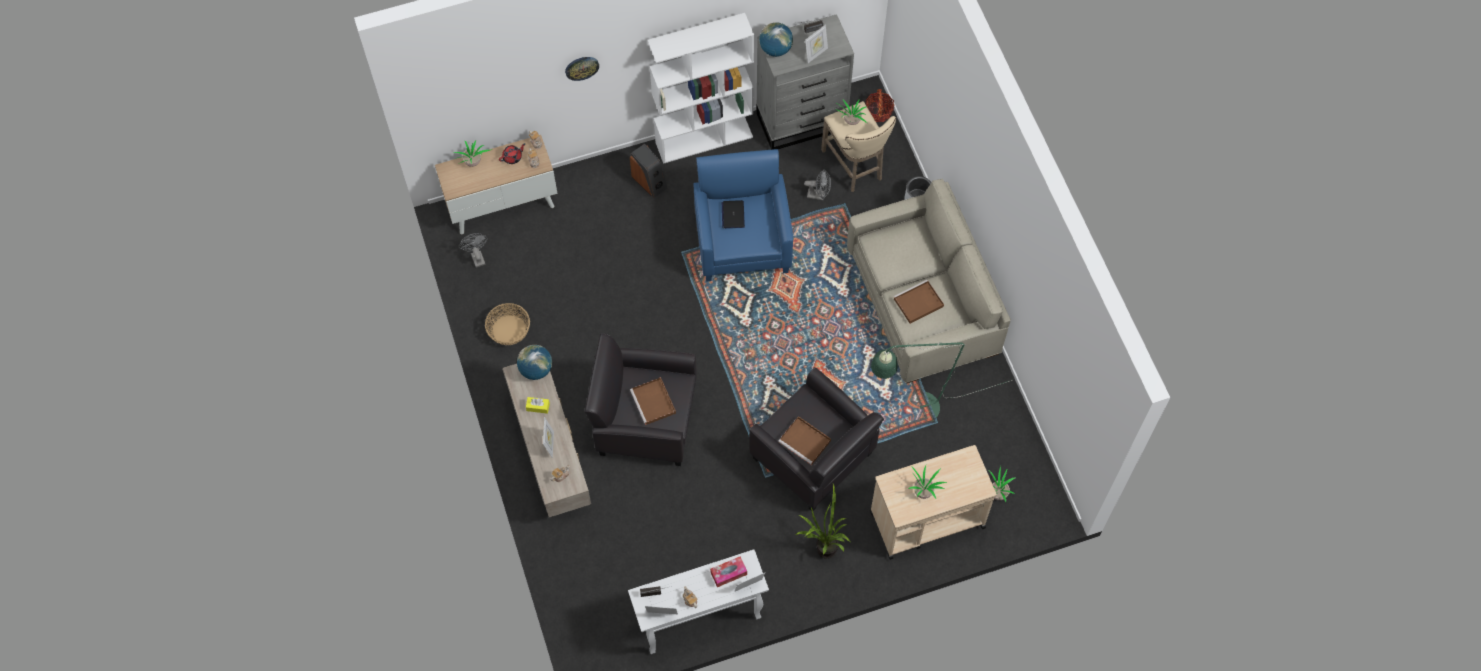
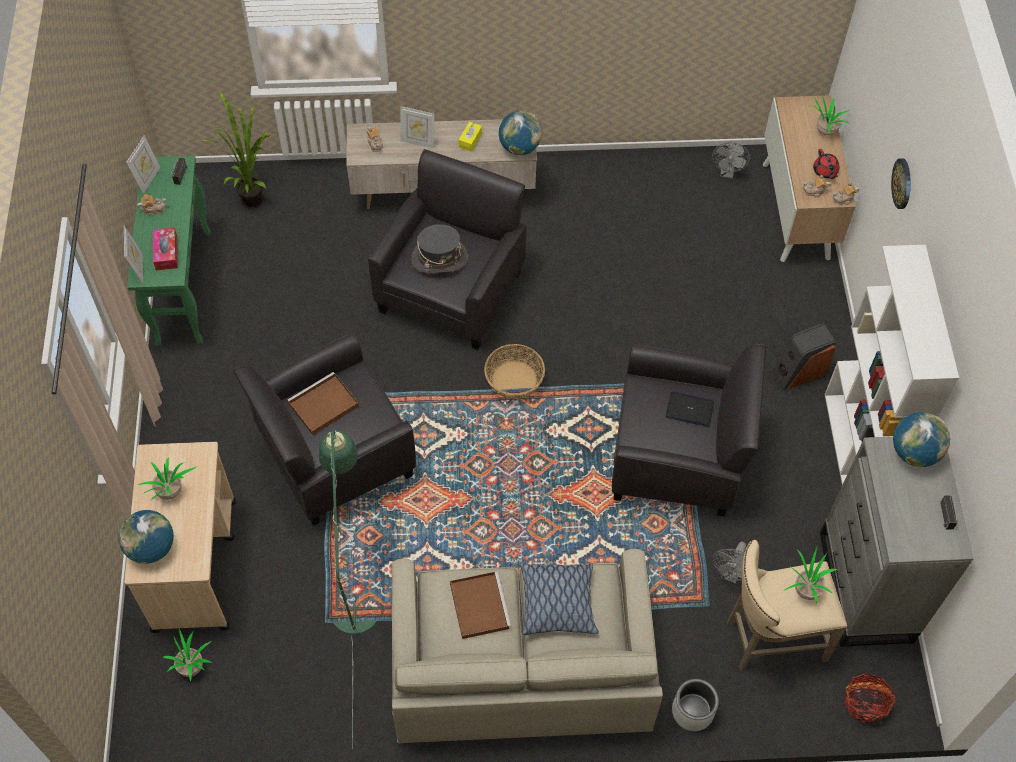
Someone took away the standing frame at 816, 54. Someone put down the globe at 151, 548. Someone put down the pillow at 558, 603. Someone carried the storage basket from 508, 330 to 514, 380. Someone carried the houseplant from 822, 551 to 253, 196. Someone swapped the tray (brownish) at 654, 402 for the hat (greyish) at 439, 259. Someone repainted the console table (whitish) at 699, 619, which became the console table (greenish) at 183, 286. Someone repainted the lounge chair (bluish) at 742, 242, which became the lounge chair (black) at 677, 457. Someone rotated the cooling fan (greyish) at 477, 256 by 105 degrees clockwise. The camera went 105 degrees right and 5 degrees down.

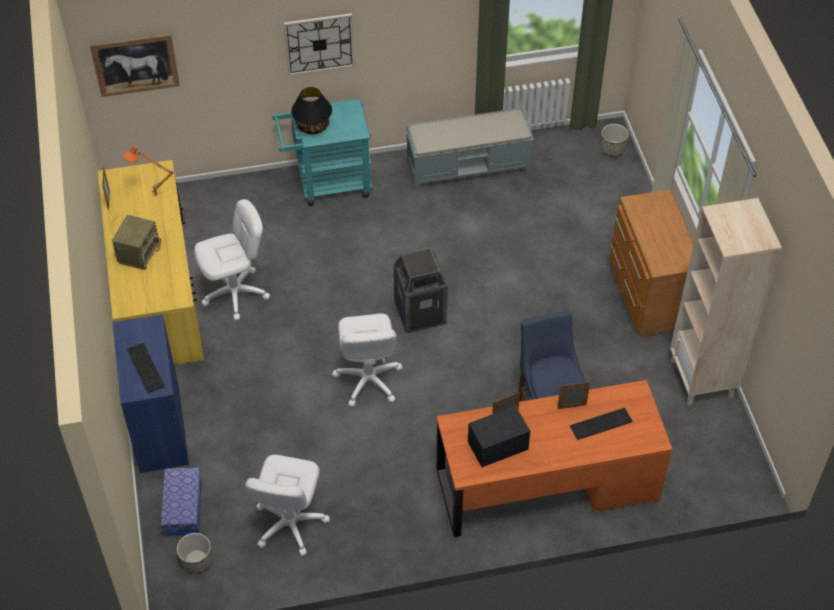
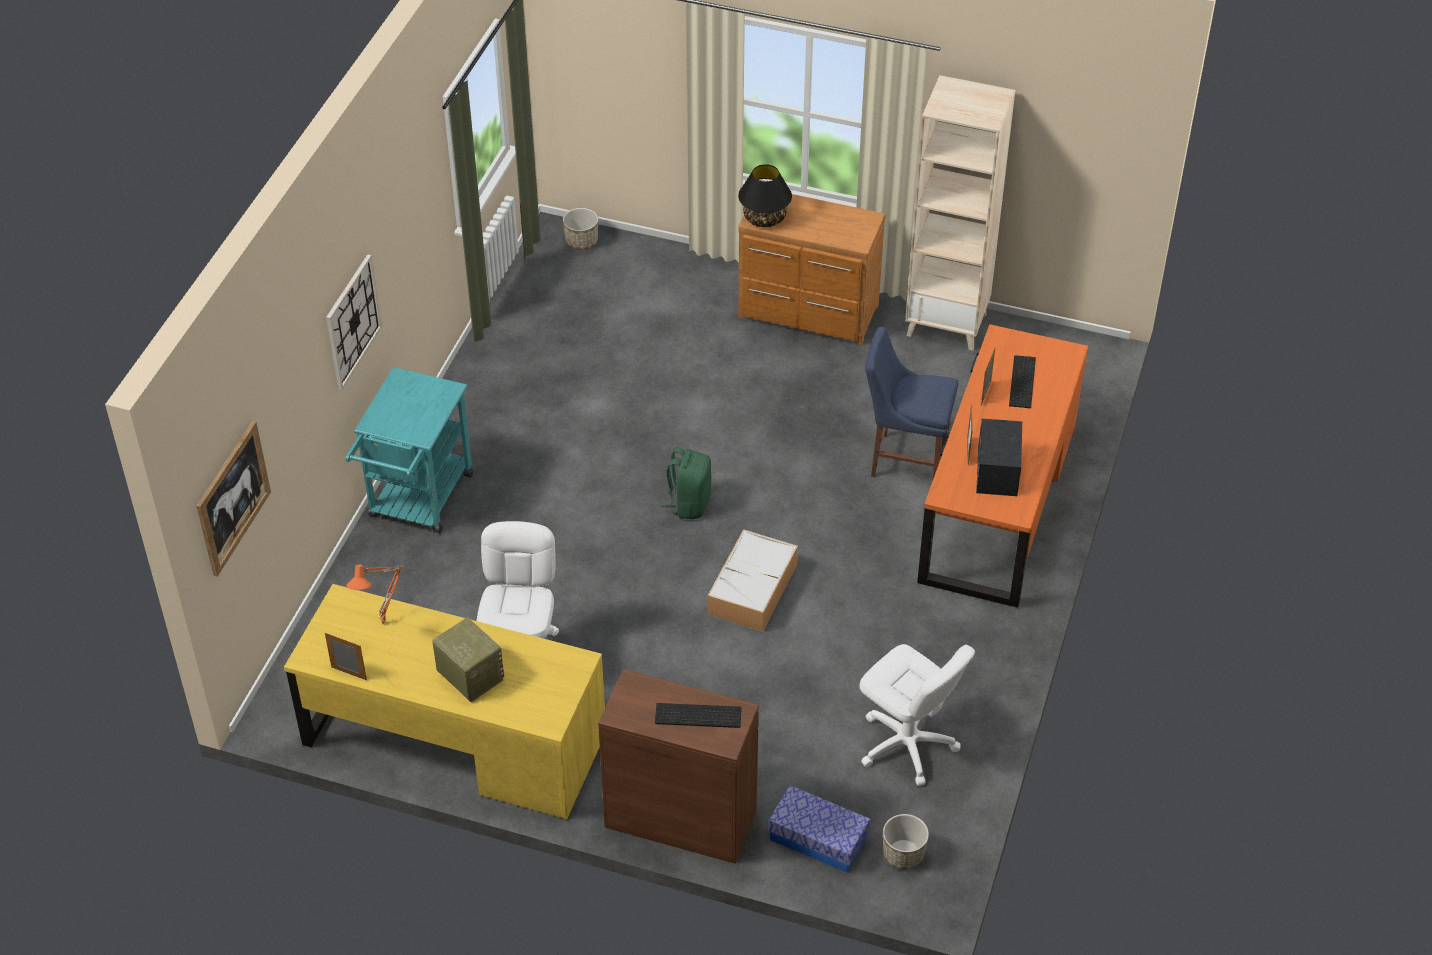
Someone took away the bench (greyish) at 469, 166. Someone carried the tabletop lamp (black) from 313, 126 to 764, 218. Someone swapped the desk chair (whitish) at 368, 380 for the storage container at 752, 590. Someone swapped the rubbish bin at 420, 313 for the knapsack (greenish) at 689, 503. Someone repainted the storage cabinet (bluish) at 159, 428, which became the storage cabinet (brownish) at 680, 818. The camera went 60 degrees left and 5 degrees down.

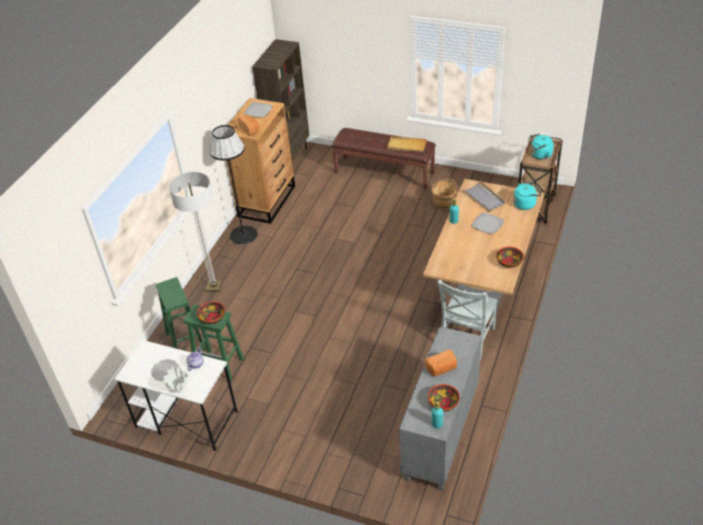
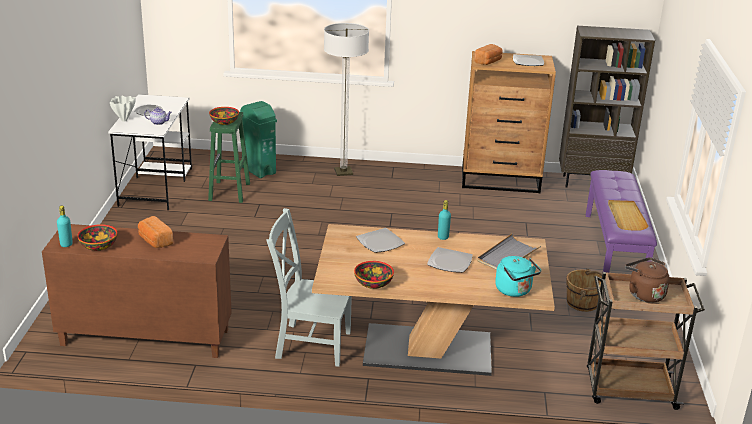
Someone took away the standing lamp (black) at 243, 235. Someone put down the dinner plate at 380, 242. Someone swapped the sitting stool (greenish) at 185, 341 for the rubbish bin (greenish) at 259, 170. Someone repainted the bench (brownish) at 384, 172, which became the bench (purplish) at 614, 250. Someone repainted the storage cabinet (greyish) at 441, 435, which became the storage cabinet (brownish) at 144, 338. Someone repainted the water kettle (turquoise-coloured) at 539, 155, which became the water kettle (brownish) at 644, 294. The camera went 70 degrees right and 15 degrees down.

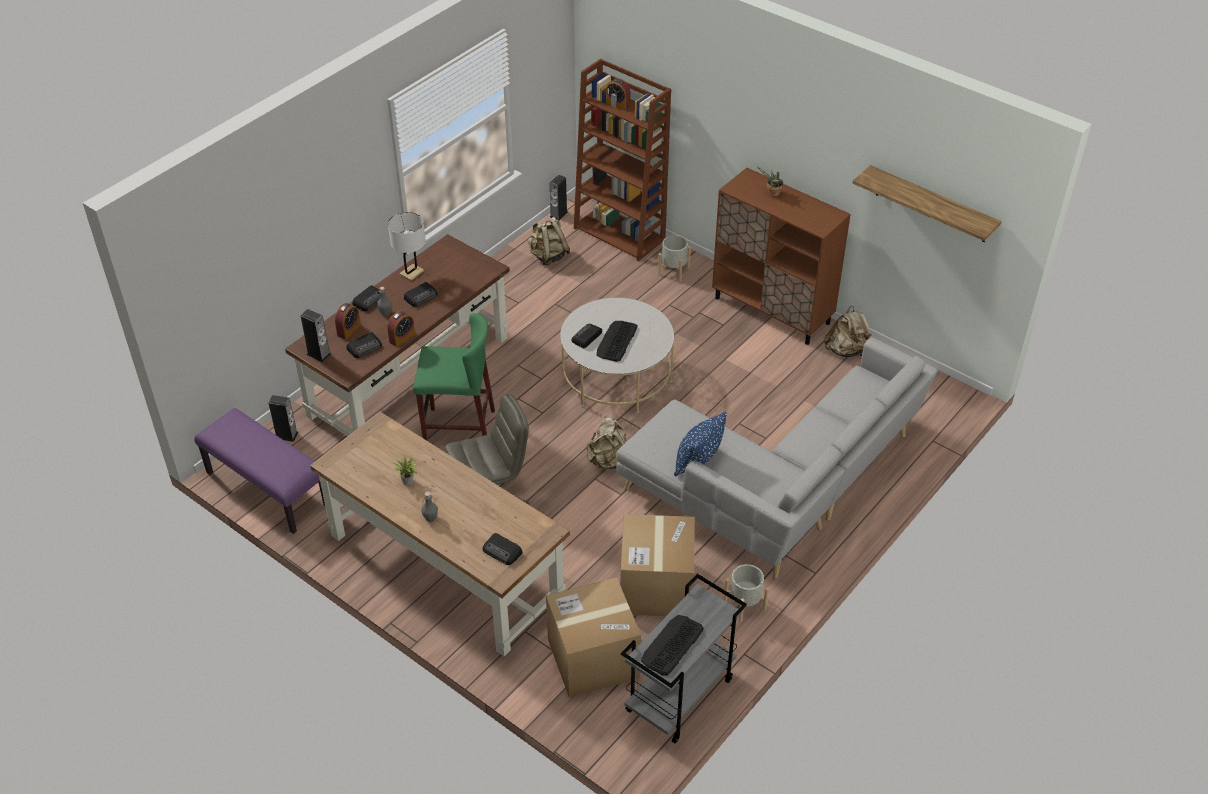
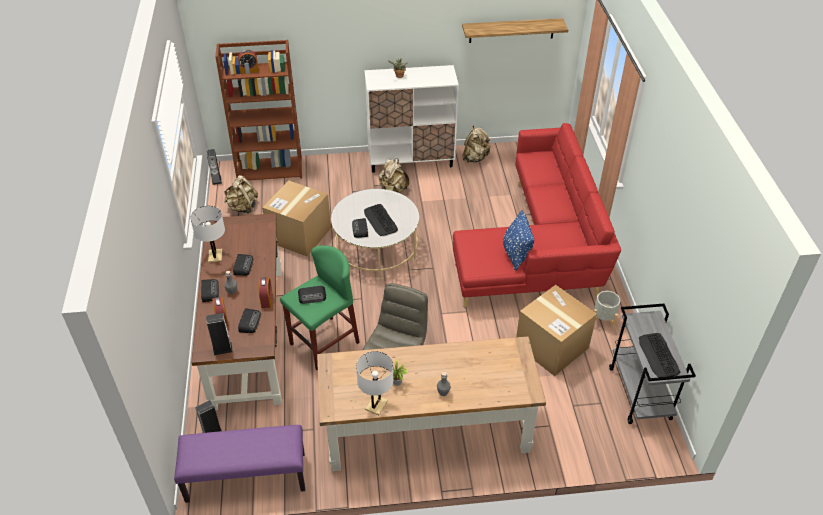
Someone took away the planter (greyish) at 673, 271. Someone put down the tabletop lamp (whitish) at 376, 405. Someone carried the radio set from 502, 551 to 312, 296. Someone carried the carton from 593, 658 to 299, 235. Someone carried the knapsack (beige) from 608, 461 to 393, 190. Someone repainted the sofa (greyish) at 777, 489, which became the sofa (red-coloured) at 538, 250. Someone repainted the storage cabinet (brownish) at 772, 311, which became the storage cabinet (whitish) at 411, 160. The camera went 45 degrees left and 0 degrees up.

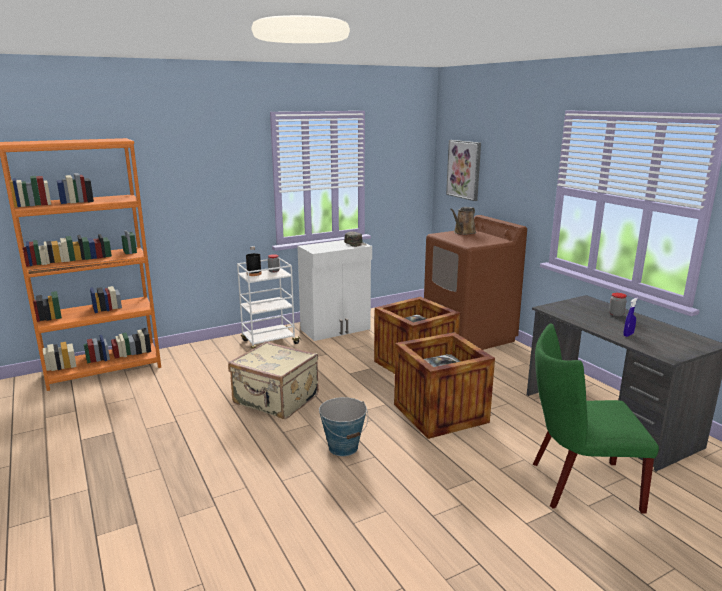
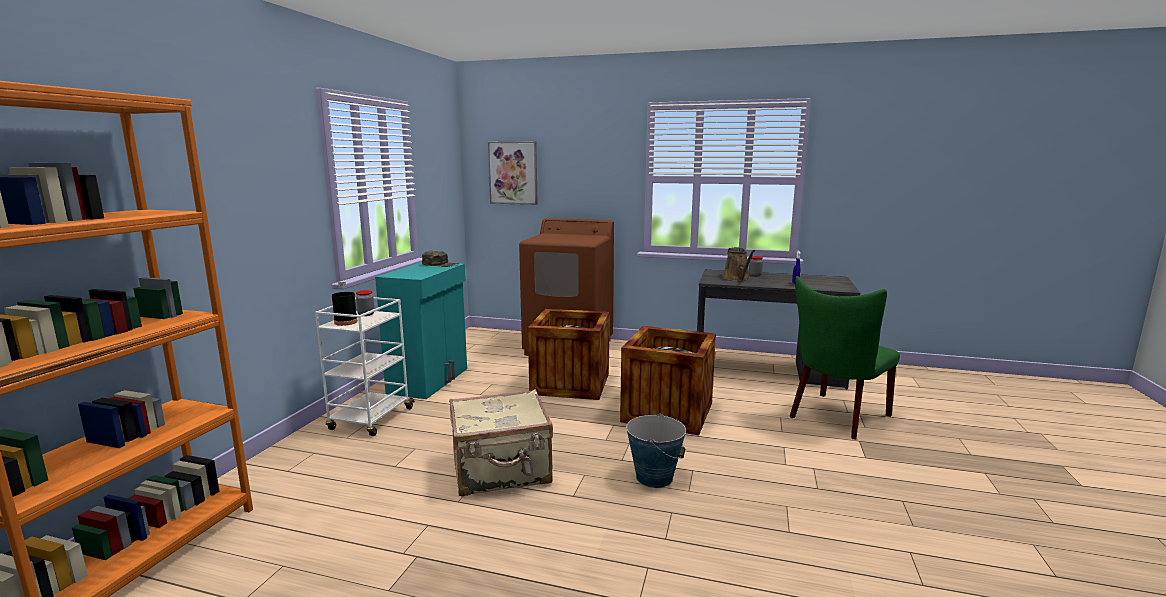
Someone carried the sprinkling can (brownish) from 463, 232 to 737, 278. Someone repainted the storage cabinet (whitish) at 336, 329, which became the storage cabinet (turquoise-coloured) at 430, 380. The camera went 45 degrees left and 5 degrees down.

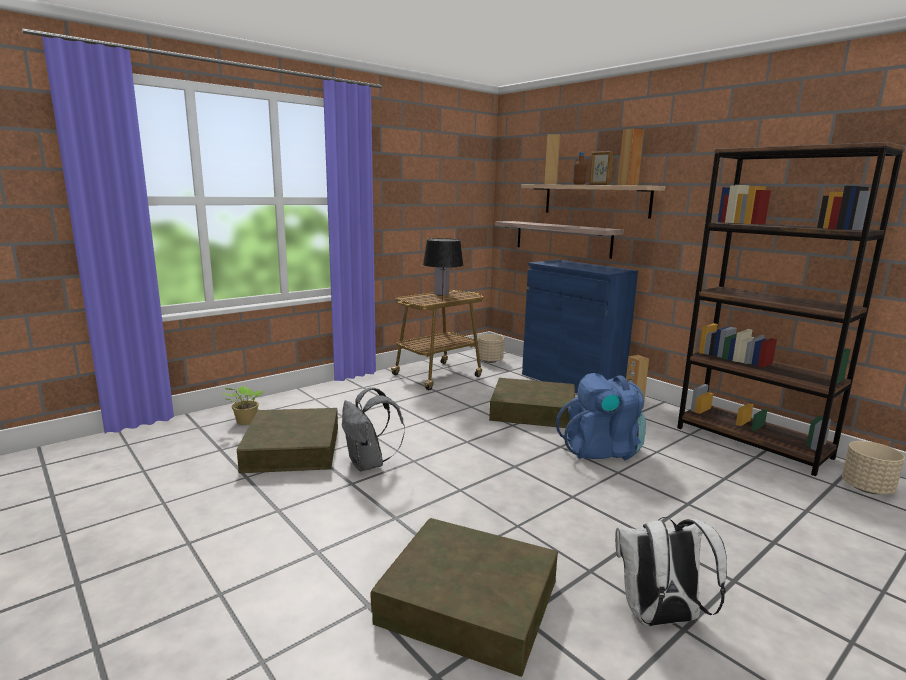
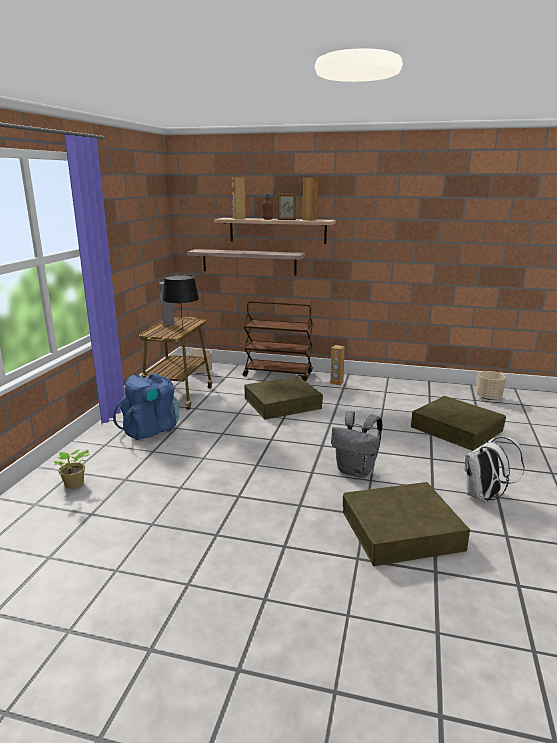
Someone took away the shelving unit (brownish) at 752, 442. Someone carried the storage container (brownish) from 293, 448 to 456, 429. Someone carried the knapsack (greyish) from 368, 464 to 356, 471. Someone carried the knapsack (bluish) from 602, 450 to 151, 429. Someone swapped the storage cabinet (bluish) at 571, 381 for the wheeled cart (brownish) at 278, 374. The camera went 35 degrees left and 5 degrees up.

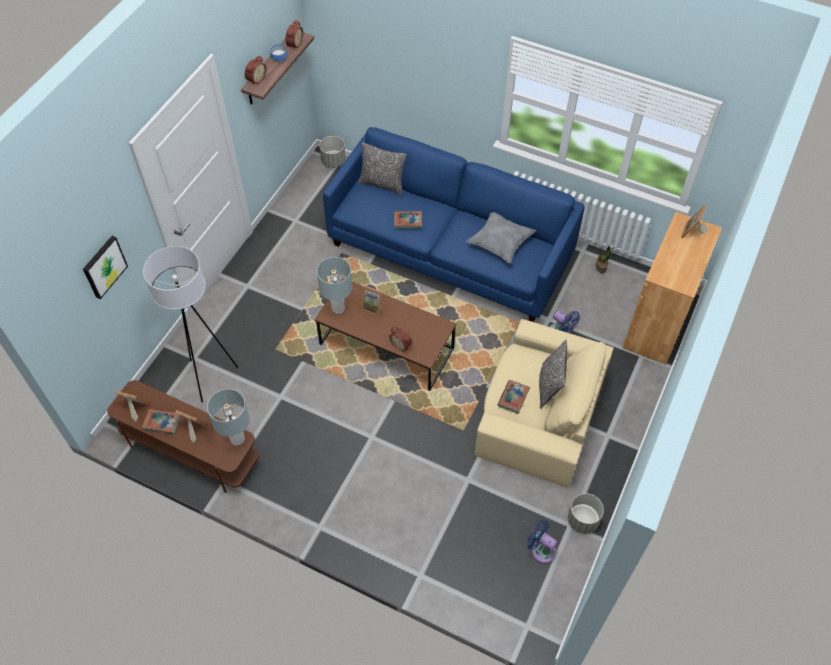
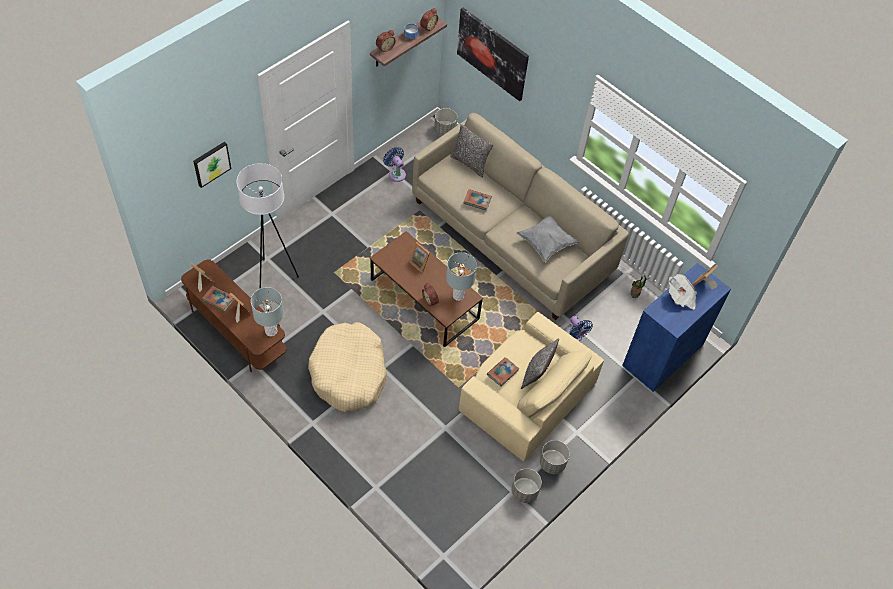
Someone put down the pet bed (beige) at 349, 373. Someone put up the picture at 492, 53. Someone put down the planter (greyish) at 552, 463. Someone put down the newspaper at 681, 297. Someone carried the tabletop lamp (greyish) from 338, 308 to 458, 295. Someone carried the cooling fan (bluish) from 541, 549 to 396, 173. Someone repainted the sofa (bluish) at 450, 250, which became the sofa (beige) at 512, 237. Someone repainted the storage cabinet (brownish) at 658, 322, which became the storage cabinet (bluish) at 663, 355. The camera went 15 degrees right and 0 degrees up.

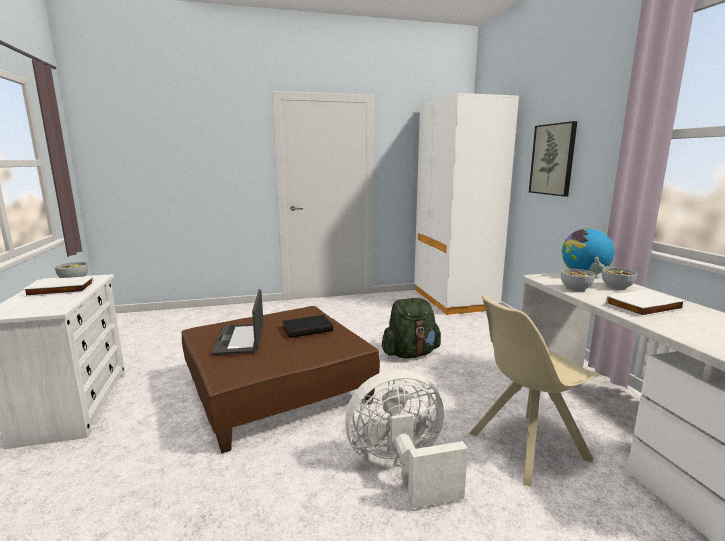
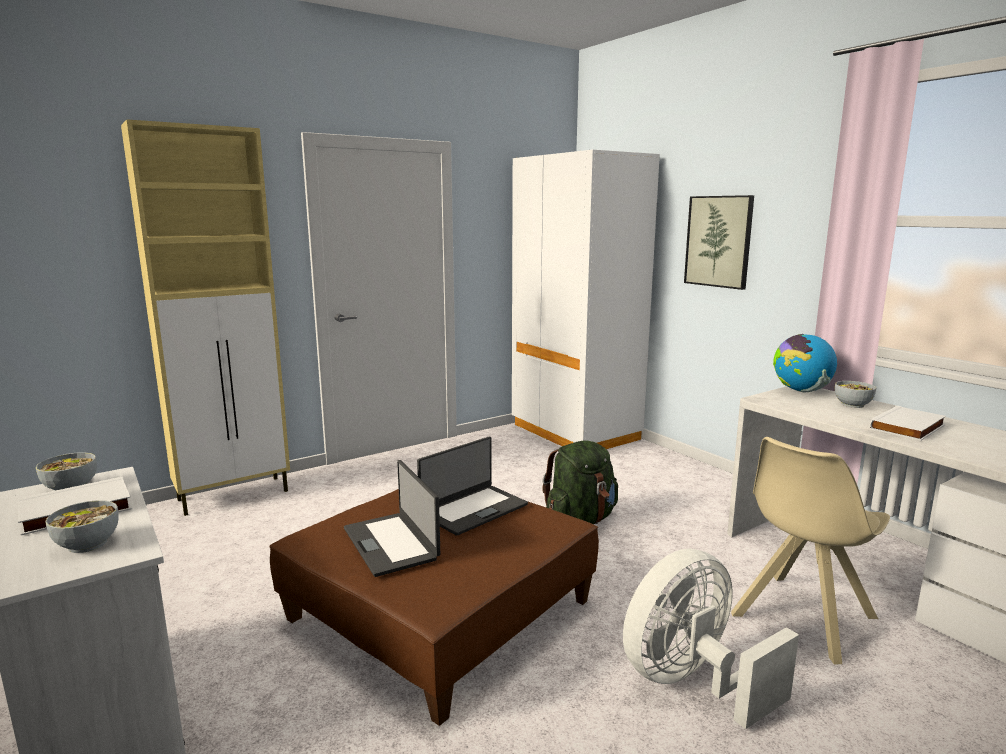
Someone put down the storage cabinet (beige) at 235, 495. Someone carried the serving bowl from 575, 289 to 87, 544. Someone swapped the volume (black) at 307, 328 for the laptop at 473, 509. The camera went 20 degrees left and 0 degrees up.

